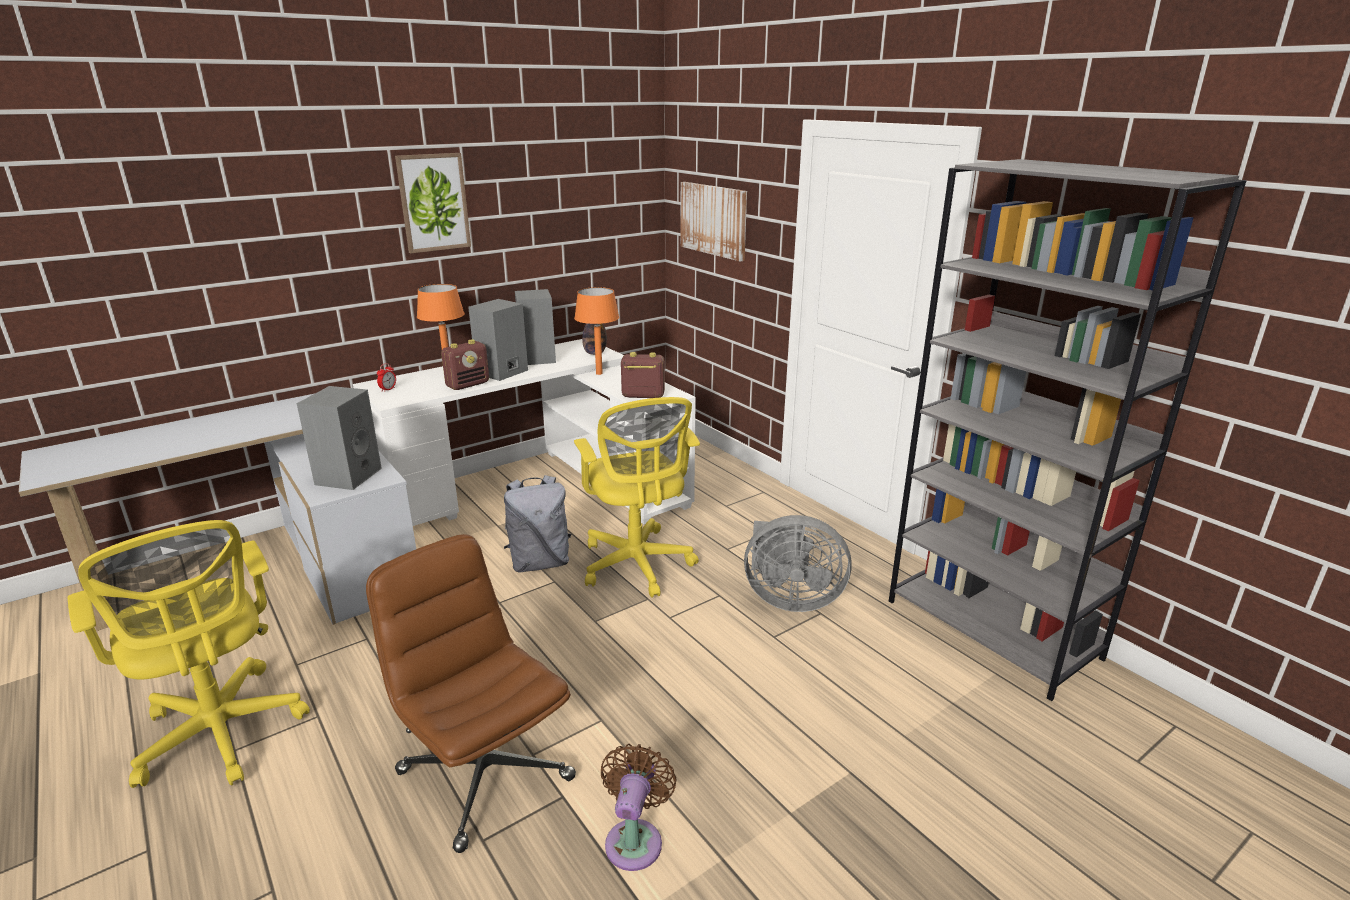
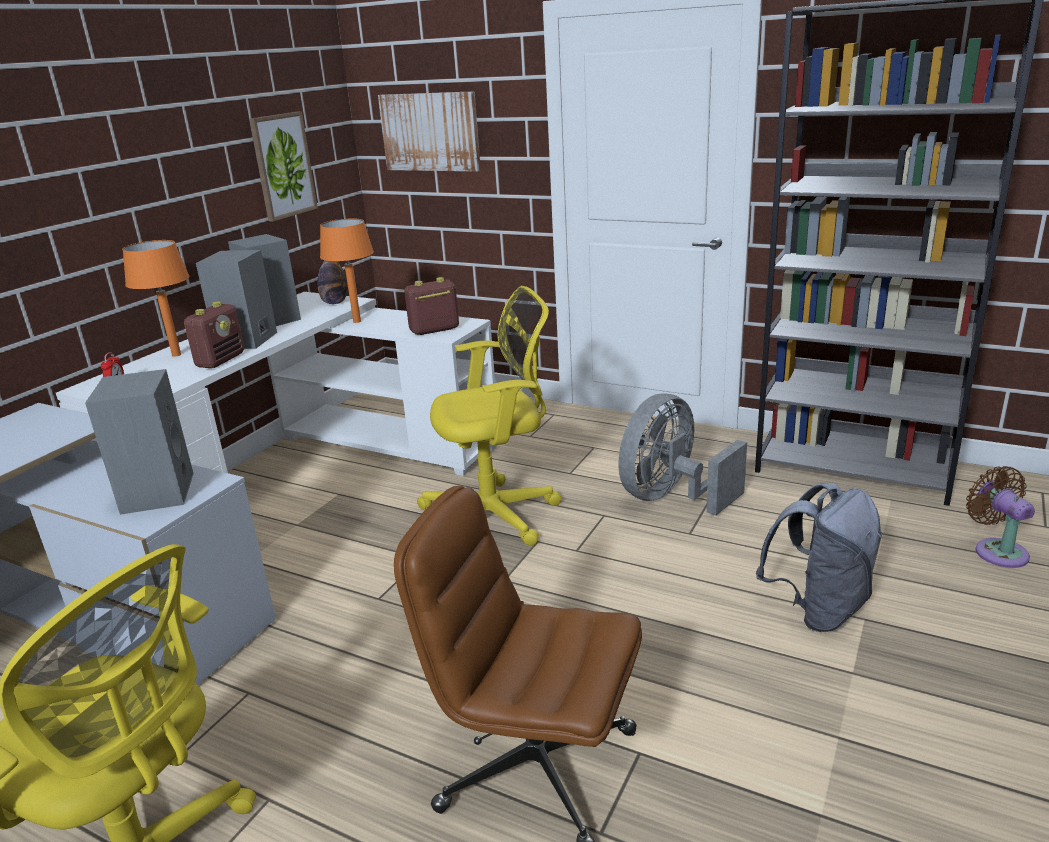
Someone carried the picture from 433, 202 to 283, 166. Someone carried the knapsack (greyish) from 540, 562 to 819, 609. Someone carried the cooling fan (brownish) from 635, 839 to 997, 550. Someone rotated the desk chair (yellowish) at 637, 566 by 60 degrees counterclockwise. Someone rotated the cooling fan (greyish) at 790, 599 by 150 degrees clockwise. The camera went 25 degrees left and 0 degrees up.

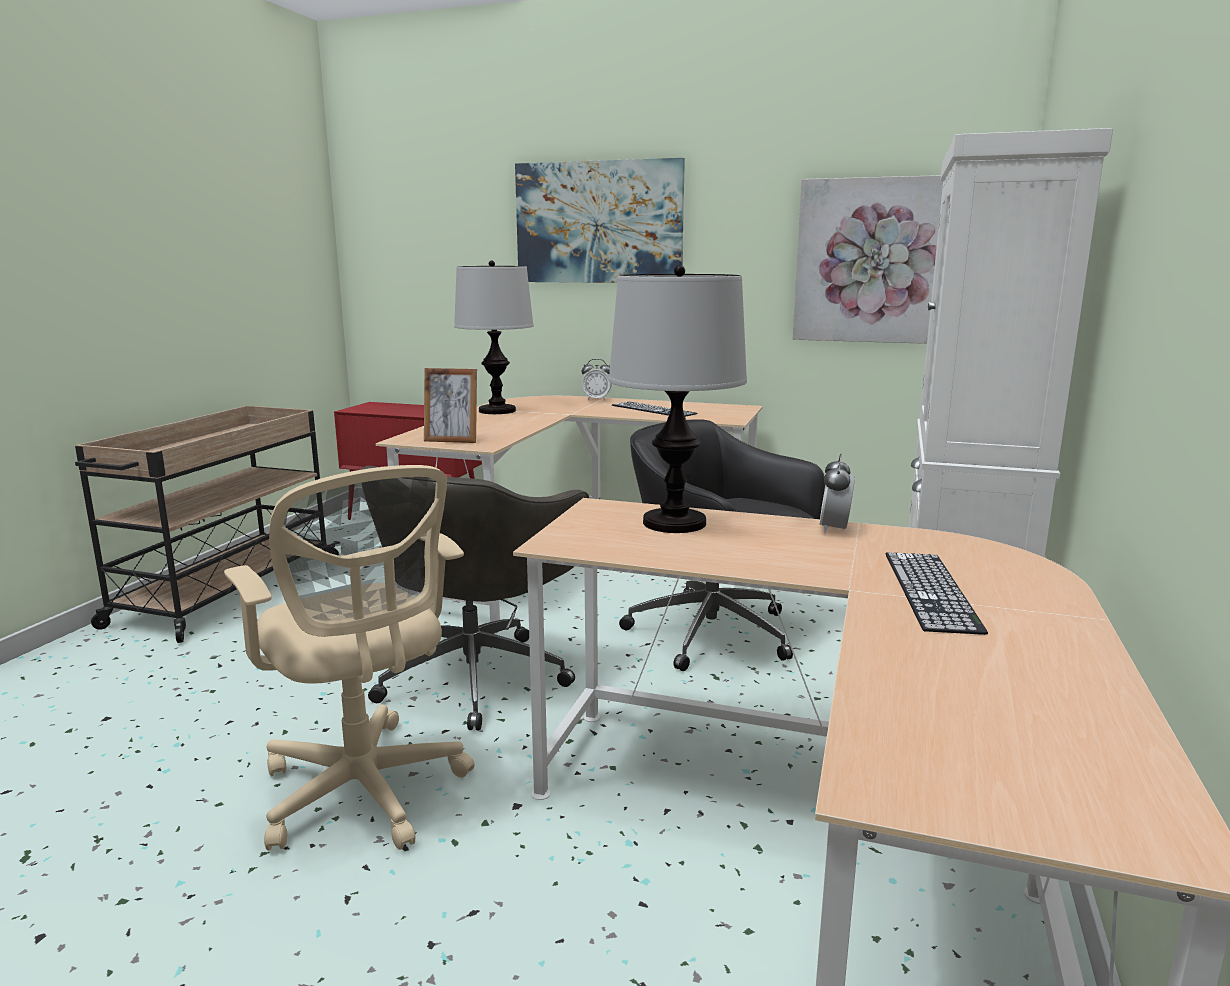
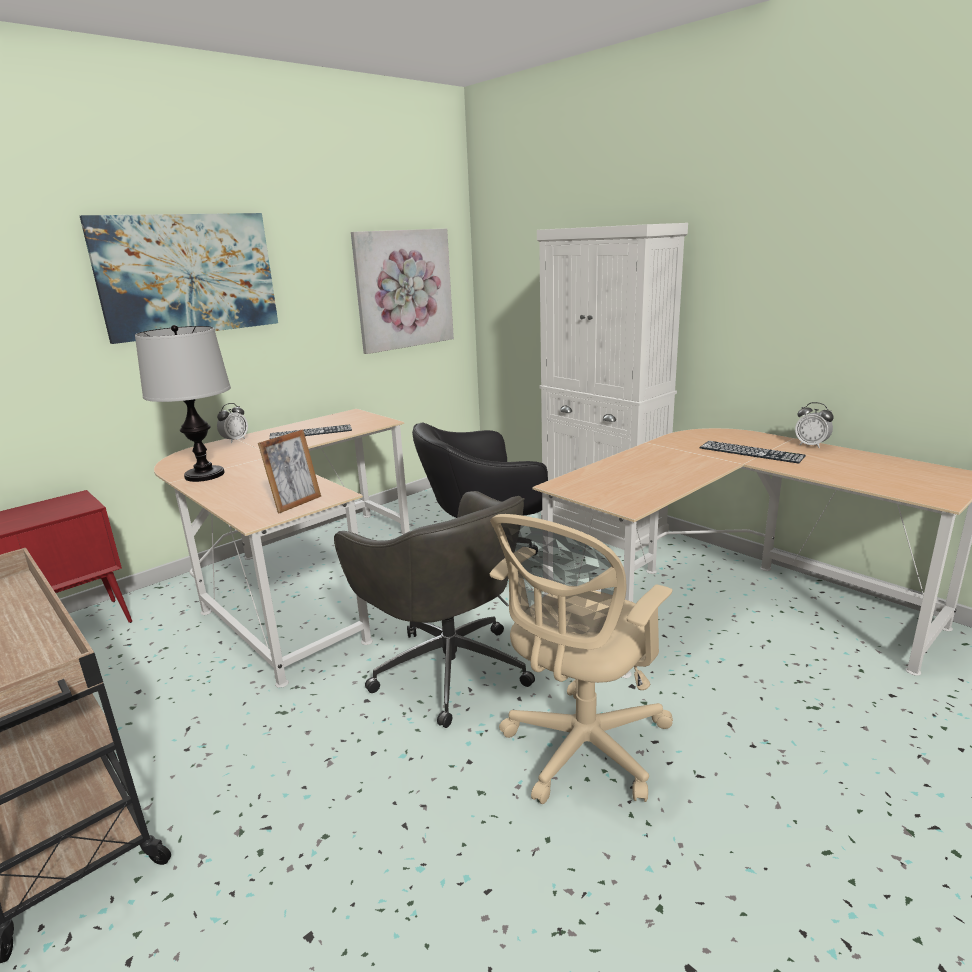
Someone took away the tabletop lamp at 674, 522. Someone carried the table clock from 834, 529 to 811, 445. Someone rotated the desk chair (beige) at 366, 794 by 135 degrees clockwise. The camera went 60 degrees left and 5 degrees up.

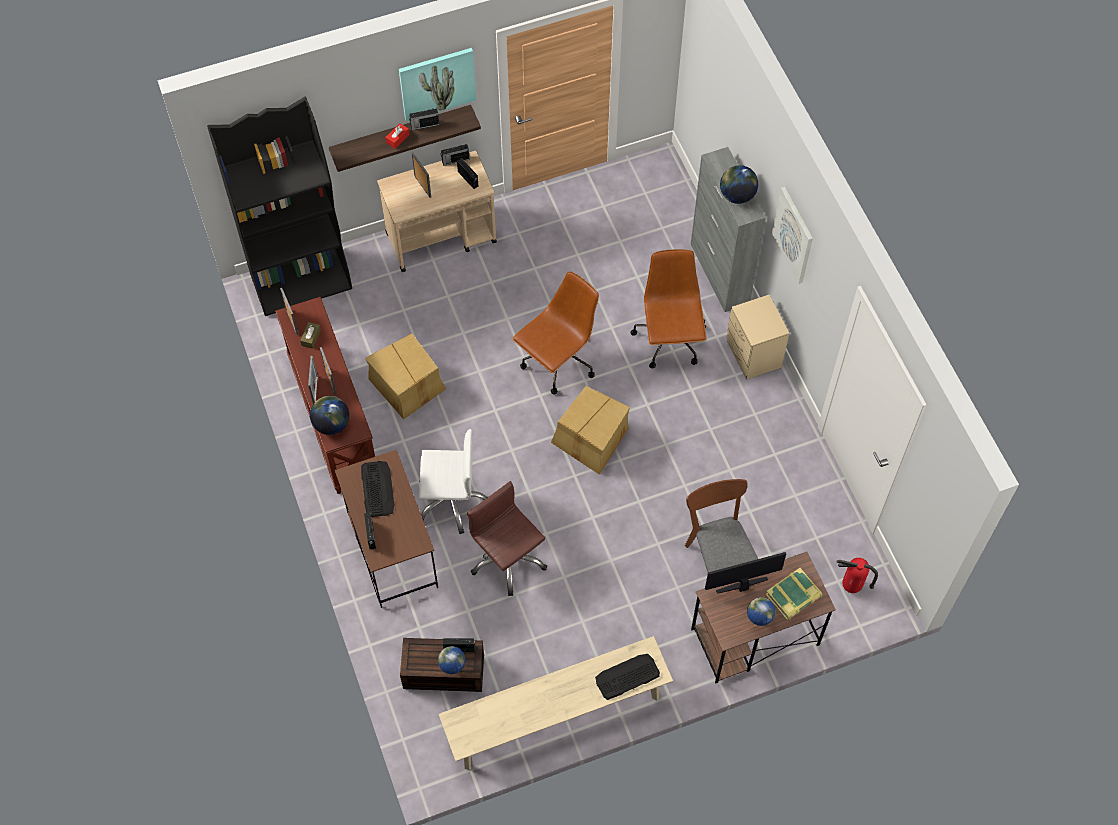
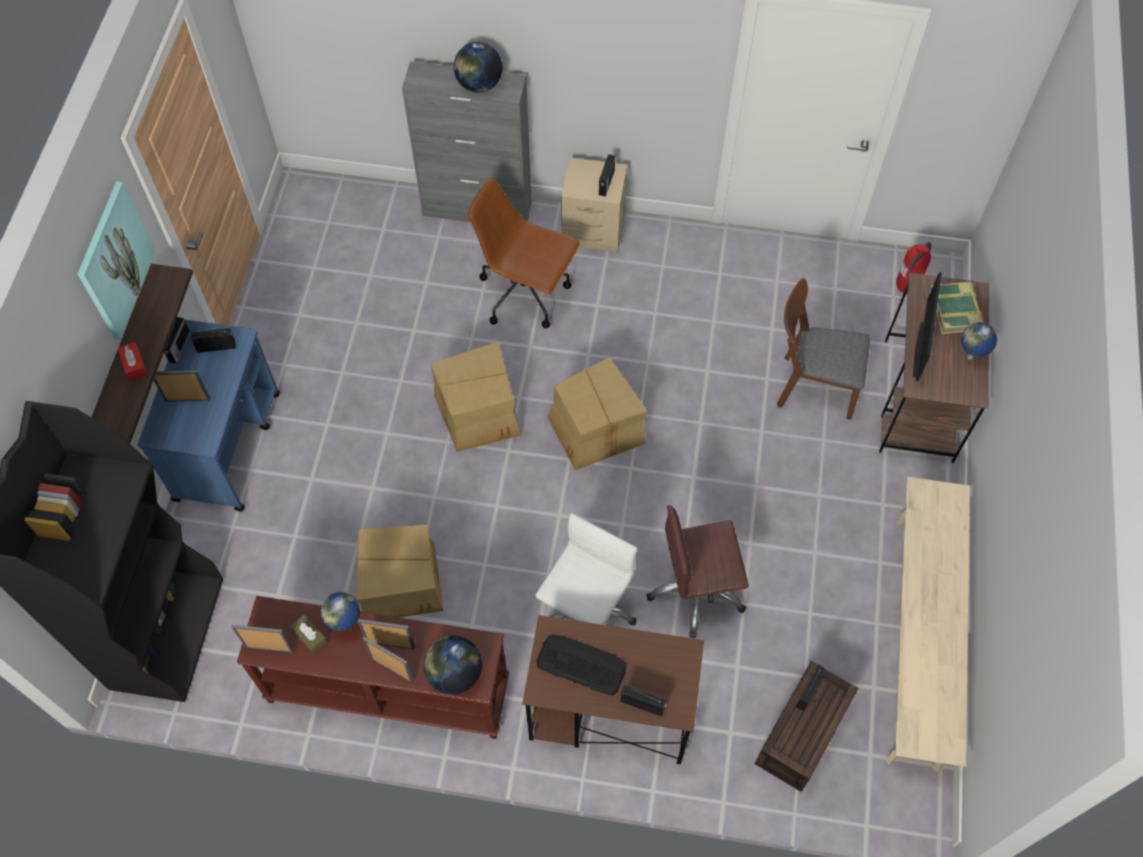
Someone took away the keyboard at 627, 676. Someone took away the picture at 794, 235. Someone carried the radio set from 424, 125 to 606, 183. Someone carried the globe from 453, 670 to 346, 624. Someone swapped the desk chair (brownish) at 558, 362 for the carton at 479, 411. Someone repainted the wheeled cart (beige) at 442, 237, which became the wheeled cart (bluish) at 228, 445. The camera went 60 degrees left and 0 degrees up.

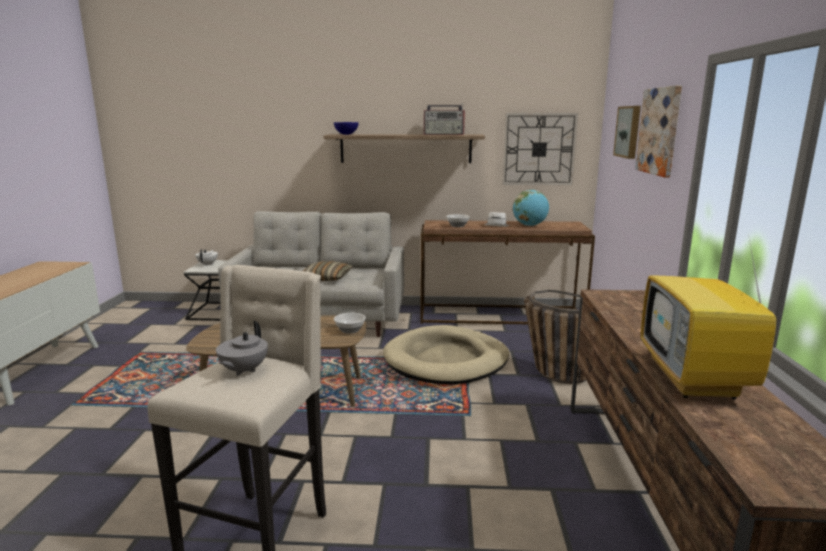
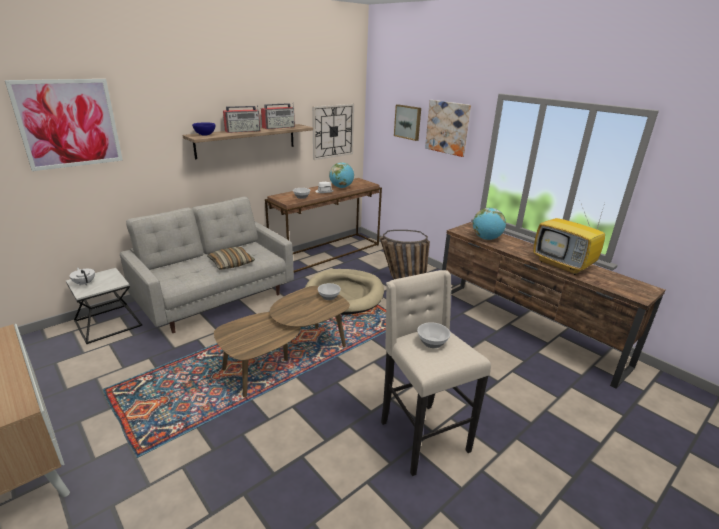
Someone put up the picture at 69, 124. Someone put down the radio set at 243, 131. Someone put down the globe at 486, 239. Someone swapped the tea pot (greyish) at 243, 370 for the serving bowl at 432, 343. The camera went 45 degrees left and 10 degrees up.

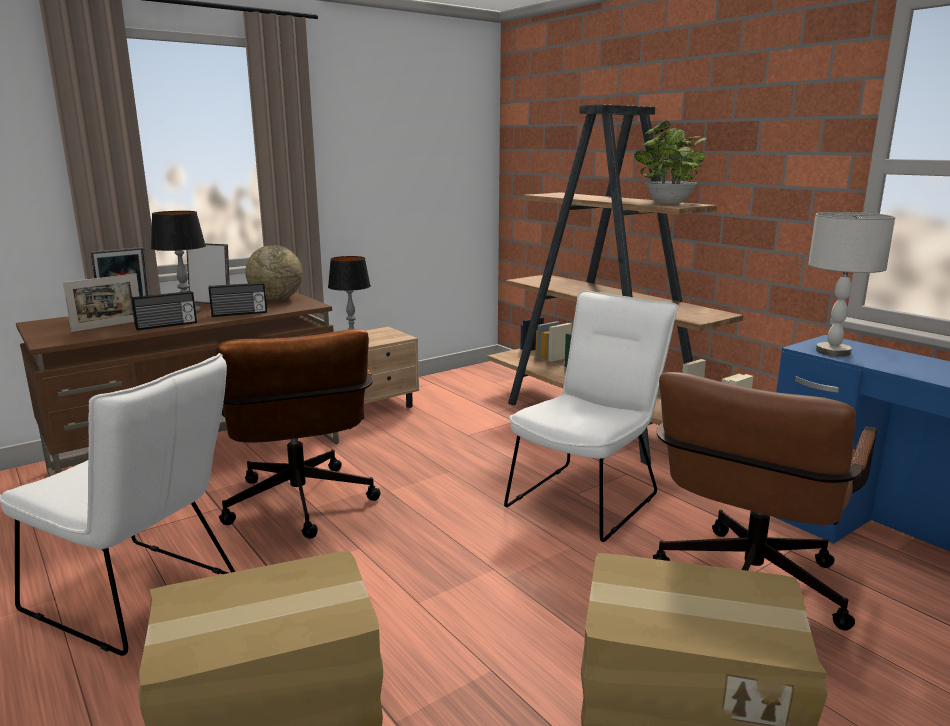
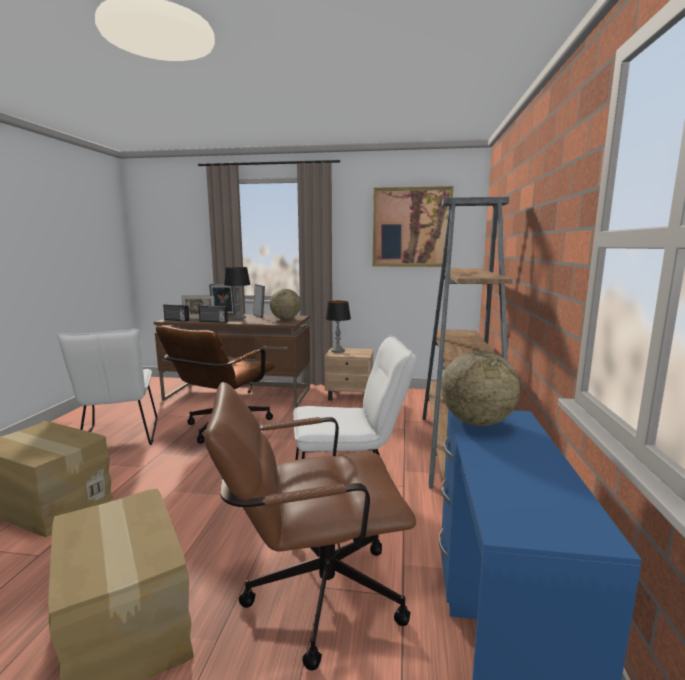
Someone took away the houseplant at 667, 203. Someone put up the picture at 411, 227. Someone carried the radio set from 239, 314 to 176, 320. Someone swapped the tabletop lamp (greyish) at 833, 352 for the globe at 477, 422. The camera went 45 degrees right and 5 degrees down.

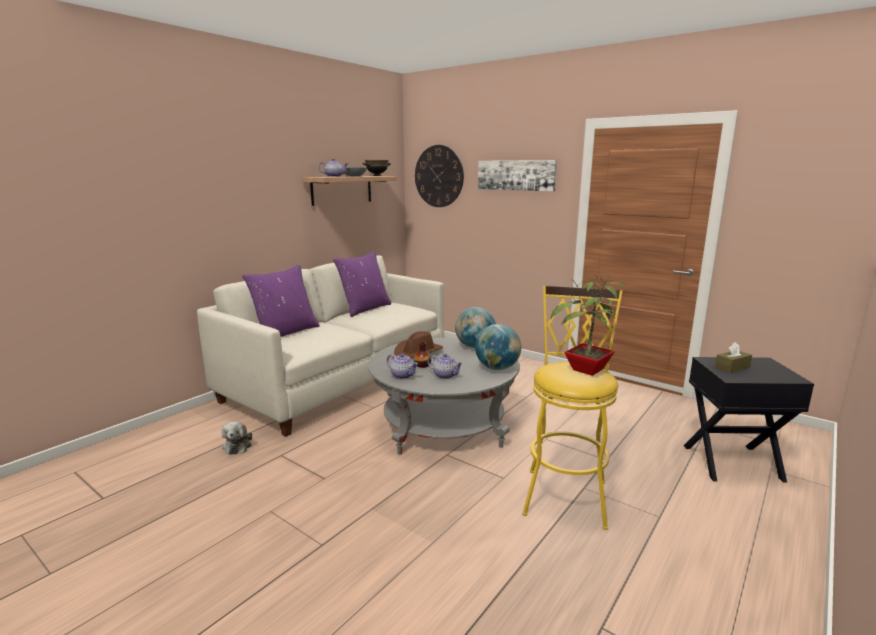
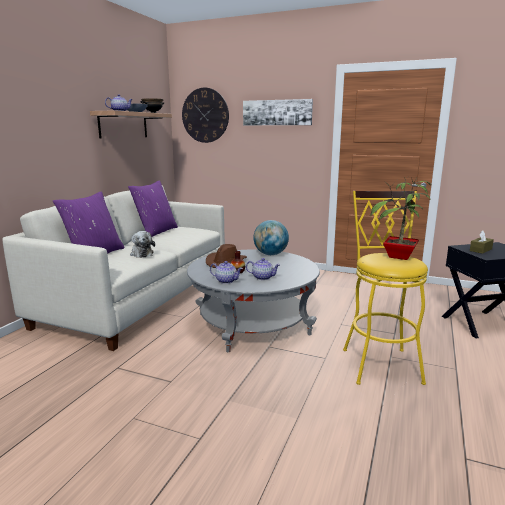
Someone took away the globe at 497, 368. Someone carried the soft toy from 238, 445 to 141, 253. The camera went 15 degrees left and 0 degrees up.

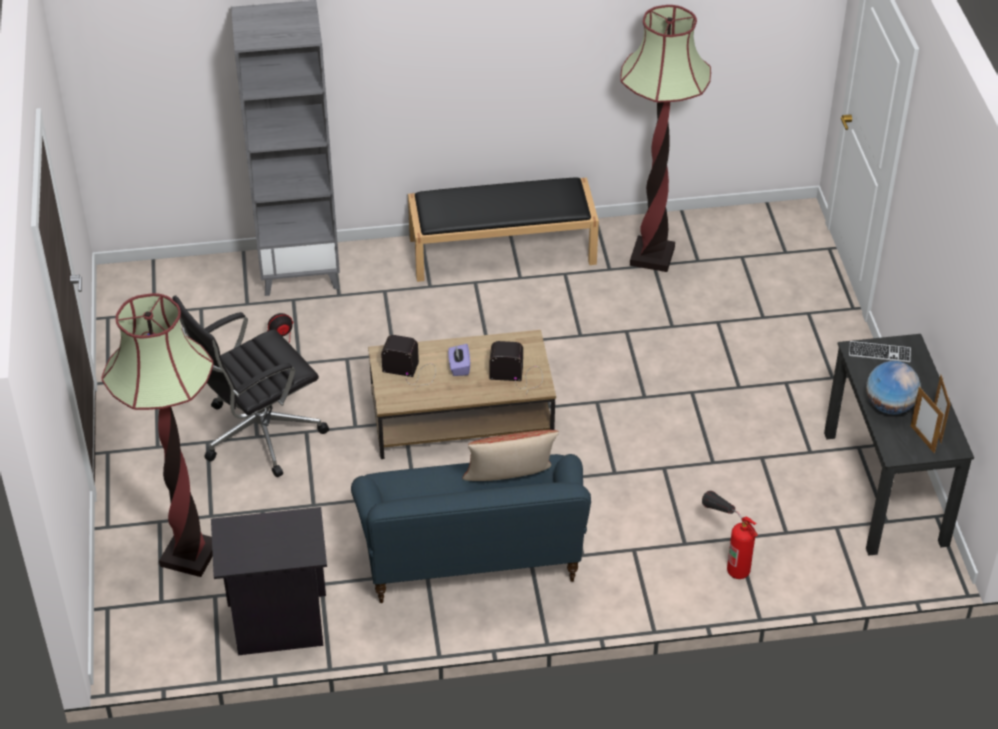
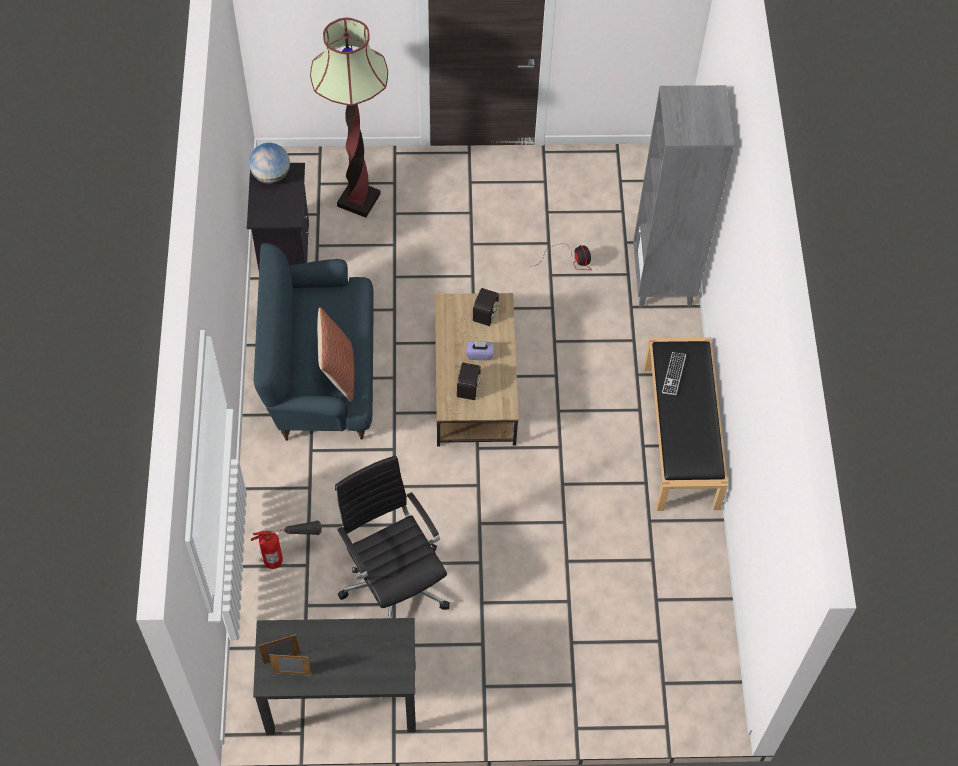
Someone took away the standing lamp at 652, 256. Someone carried the desk chair (black) from 258, 434 to 394, 582. Someone carried the keyboard from 879, 353 to 674, 374. Someone carried the globe from 889, 406 to 271, 175. The camera went 95 degrees right and 15 degrees up.

